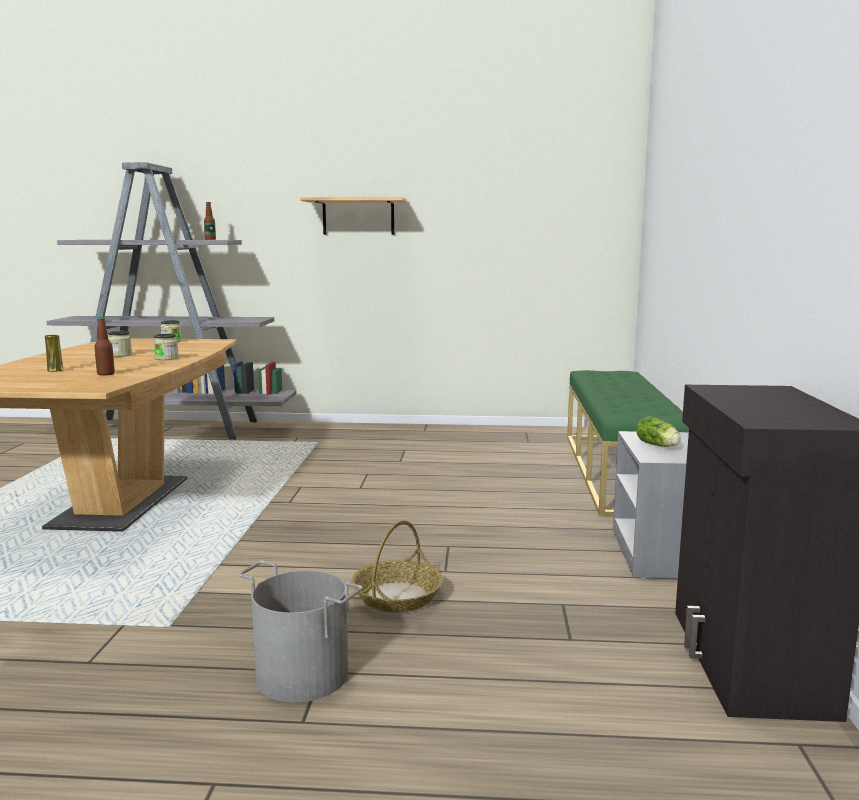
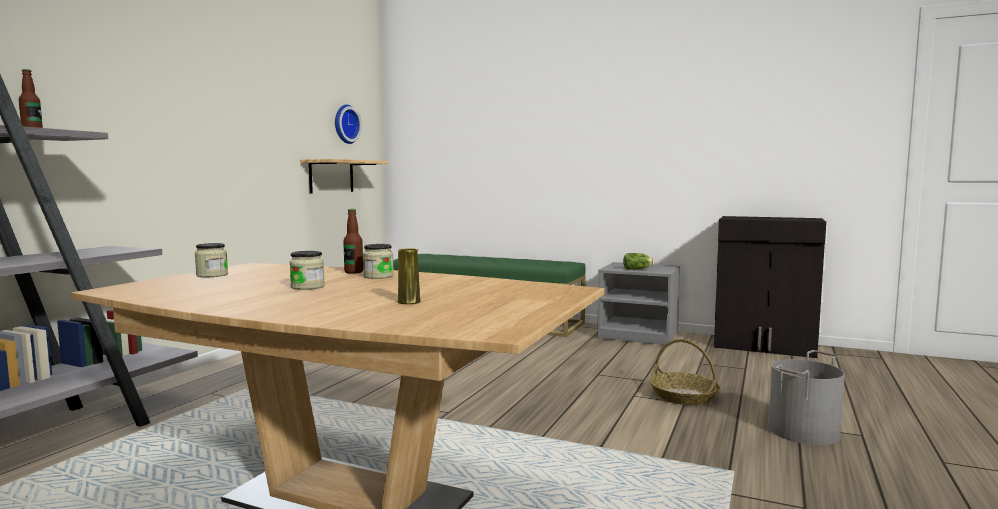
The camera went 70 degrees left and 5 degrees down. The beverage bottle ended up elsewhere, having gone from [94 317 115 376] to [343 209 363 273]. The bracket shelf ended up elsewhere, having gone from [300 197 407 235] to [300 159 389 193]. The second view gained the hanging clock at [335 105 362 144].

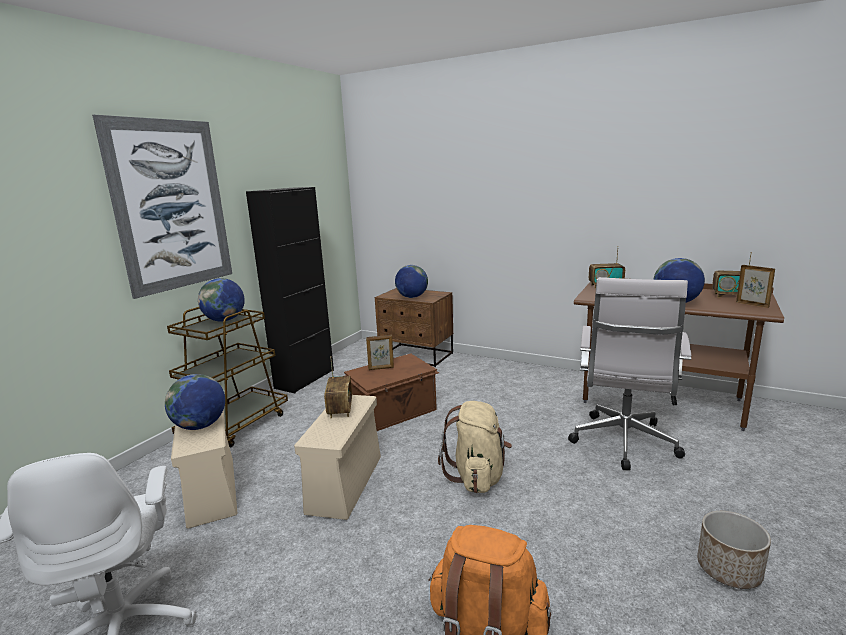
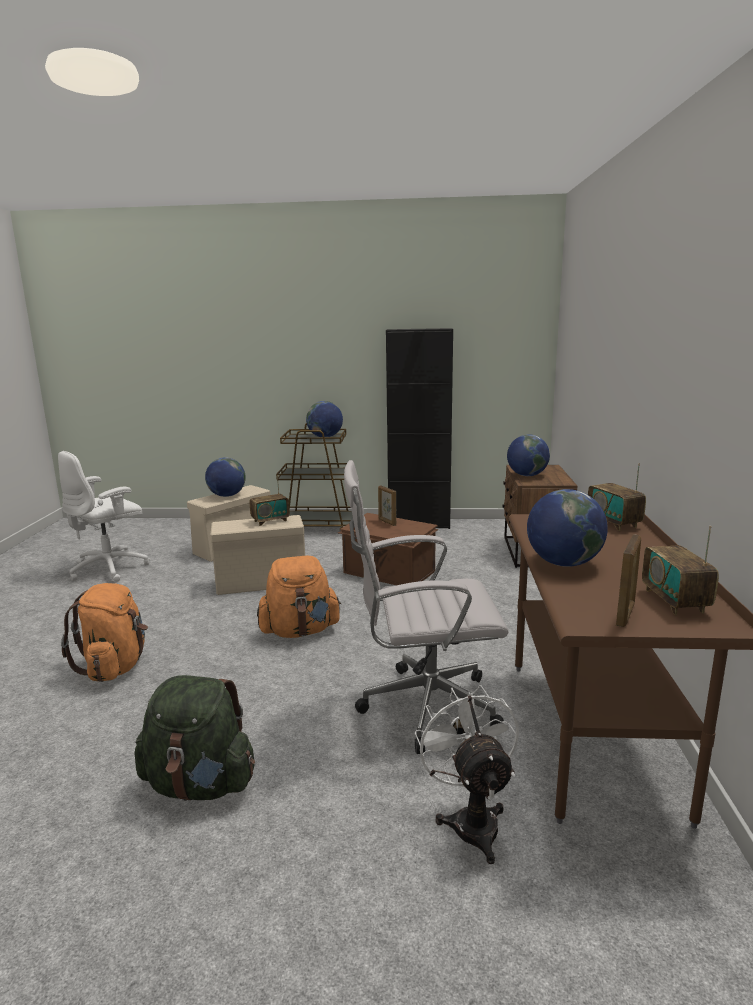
The camera went 65 degrees right and 0 degrees up. The second view lost the wall picture at [92 115 232 299]. What was the beige-coloured knapsack at [438 401 512 493] turned into the orange knapsack at [257 556 341 638]. Where the plant pot stood at [697 511 771 589], the green knapsack came to stand at [134 675 255 801]. The second view gained the whitish fan at [415 685 519 865].

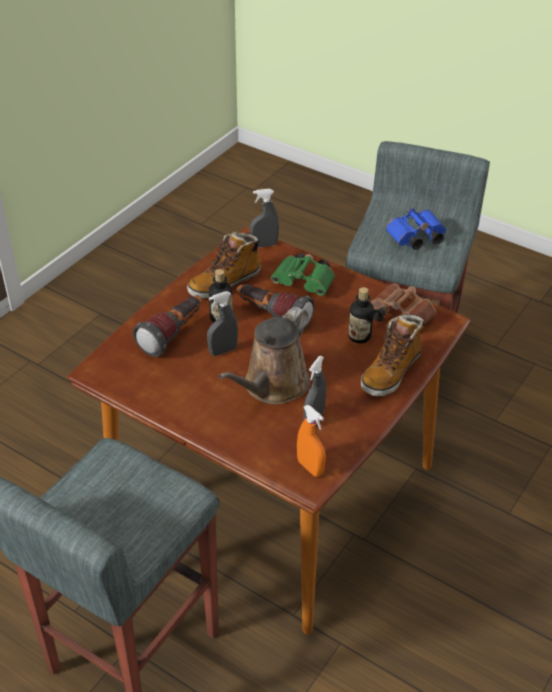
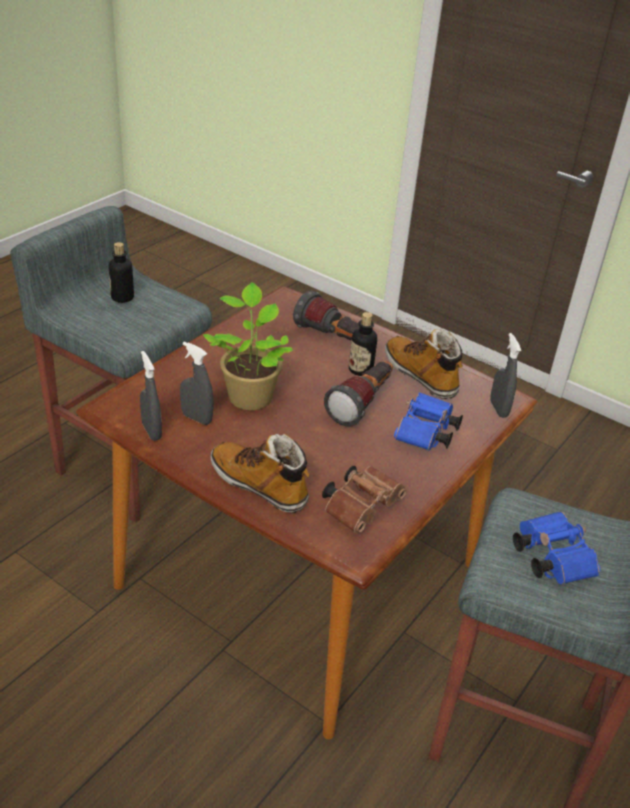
The camera went 90 degrees right and 5 degrees down. The grey hand sprayer ended up elsewhere, having gone from [207 291 238 356] to [140 351 162 441]. Where the brown-coloured watering can stood at [218 307 310 404], the houseplant came to stand at [203 282 293 410]. What was the green pair of binoculars at [271 254 335 296] turned into the blue-coloured pair of binoculars at [394 392 463 450]. The second view lost the orange hand sprayer at [297 405 326 477]. The beverage bottle ended up elsewhere, having gone from [348 287 374 343] to [108 242 134 303].

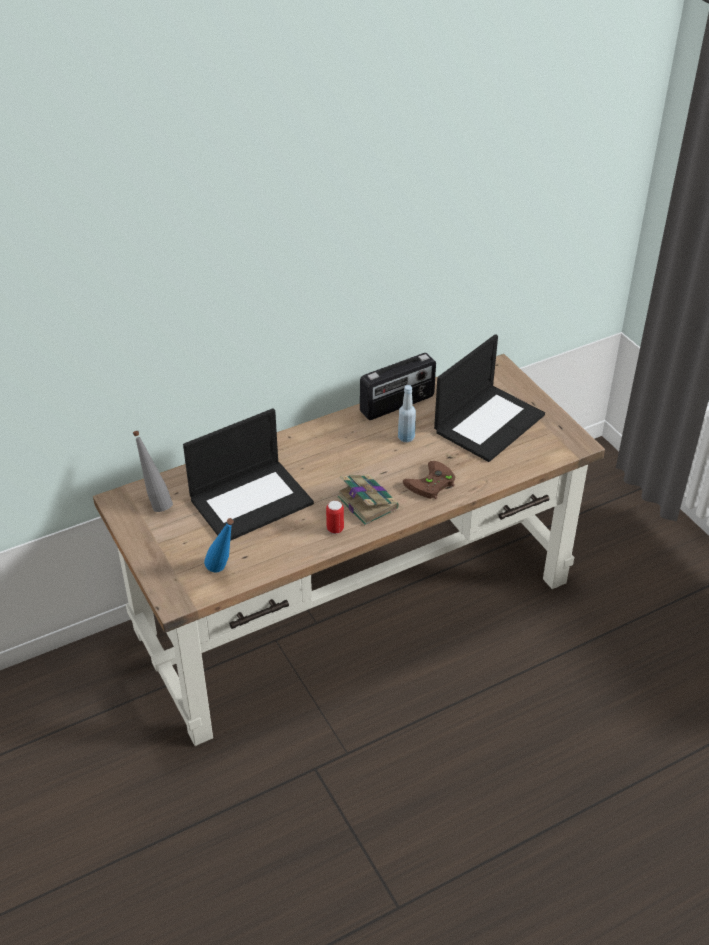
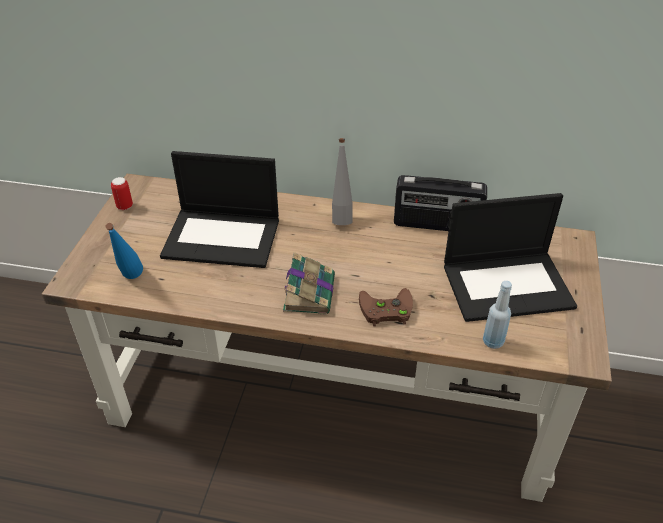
The camera went 40 degrees right and 0 degrees up. The grey beverage bottle ended up elsewhere, having gone from [133 431 173 512] to [332 138 353 225]. The sealed can ended up elsewhere, having gone from [326 501 344 534] to [111 177 133 210]. The blue-coloured beverage bottle ended up elsewhere, having gone from [398 385 416 443] to [483 281 512 349].

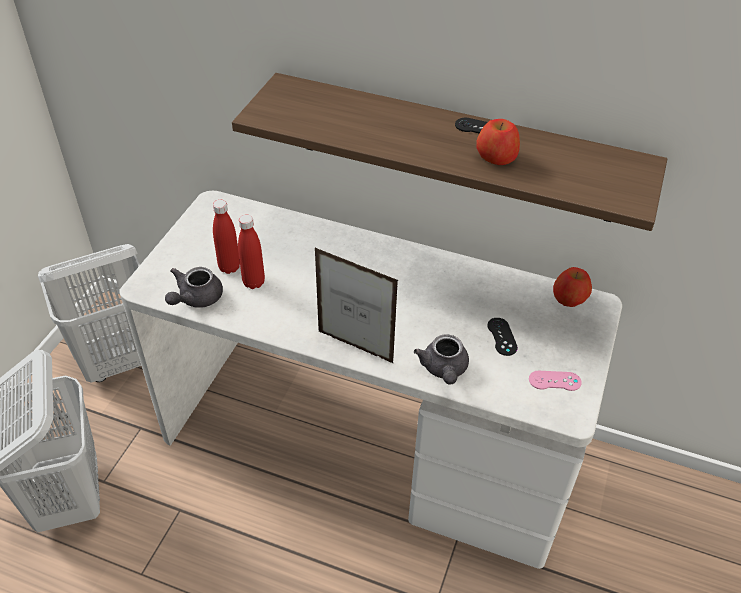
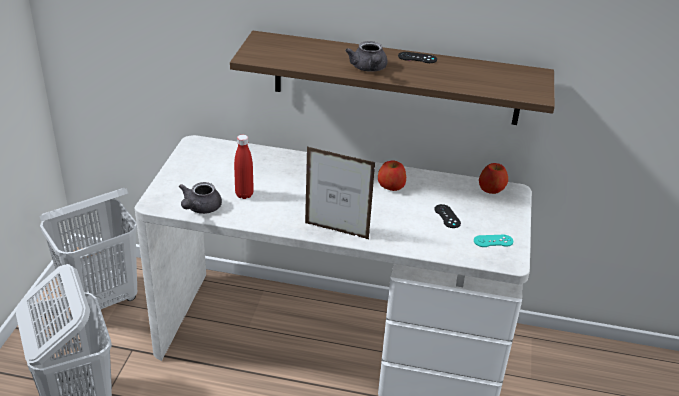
The camera went 10 degrees left and 10 degrees down. The second view lost the reddish beverage bottle at [213 200 240 274]. The grey teapot ended up elsewhere, having gone from [414 334 469 385] to [345 41 388 72]. The apple ended up elsewhere, having gone from [476 119 520 165] to [378 160 406 191]. What was the pinkish game controller at [529 371 582 391] turned into the turquoise game controller at [474 235 513 247].

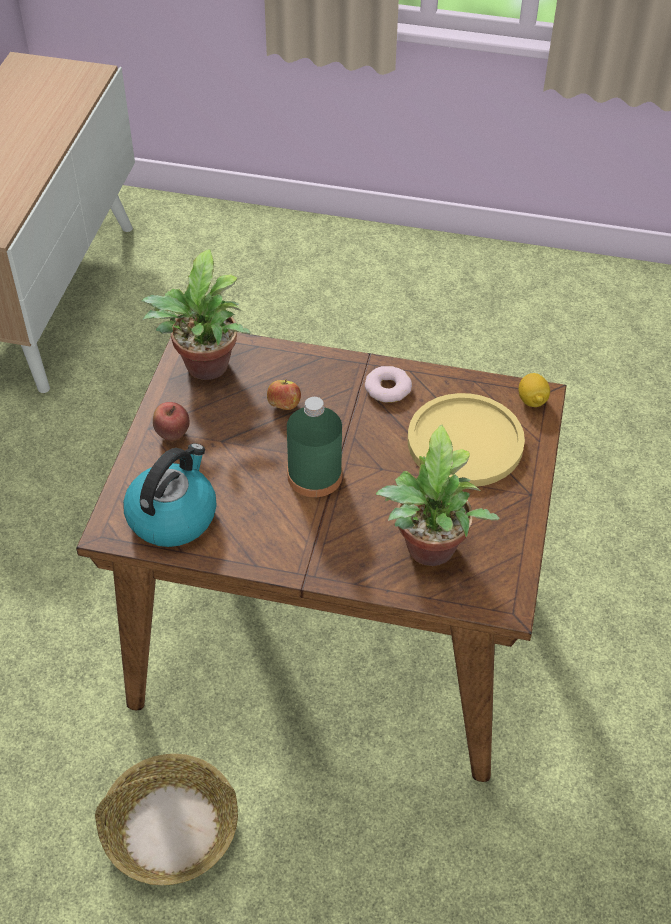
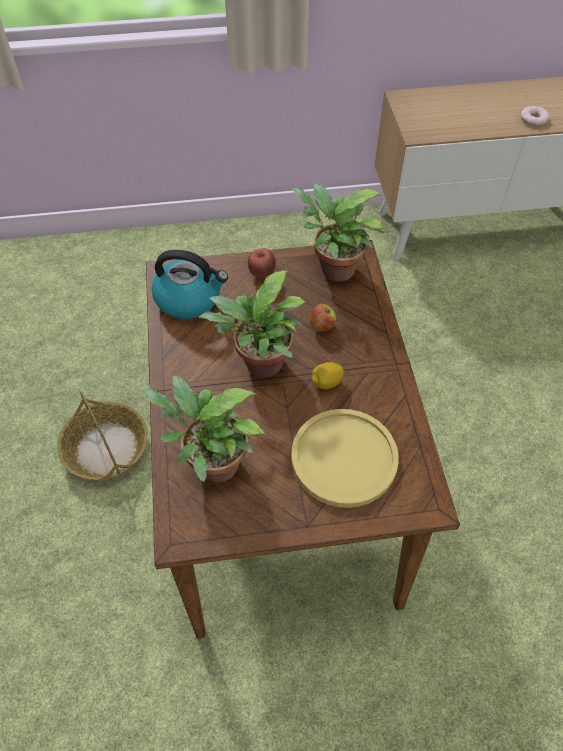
The camera went 70 degrees right and 5 degrees up. Where the green beverage bottle stood at [287 397 342 497], the houseplant came to stand at [198 270 305 377]. The donut ended up elsewhere, having gone from [365 366 412 403] to [521 106 550 126]. The citrus fruit ended up elsewhere, having gone from [519 373 550 407] to [312 362 344 389].

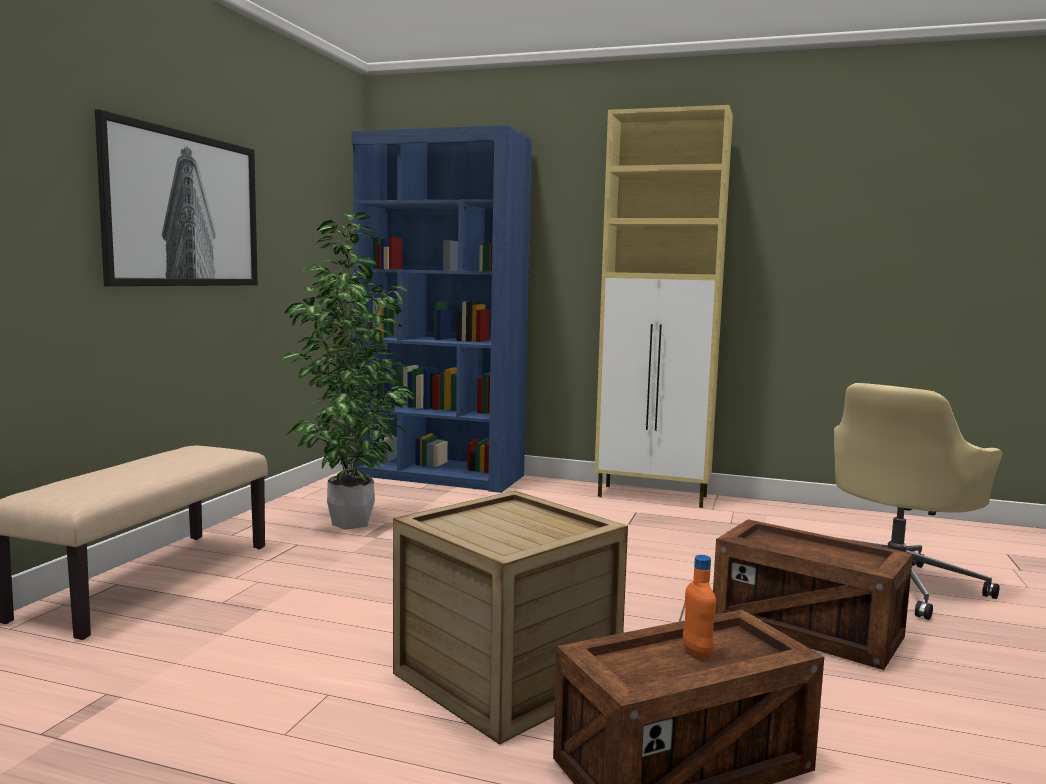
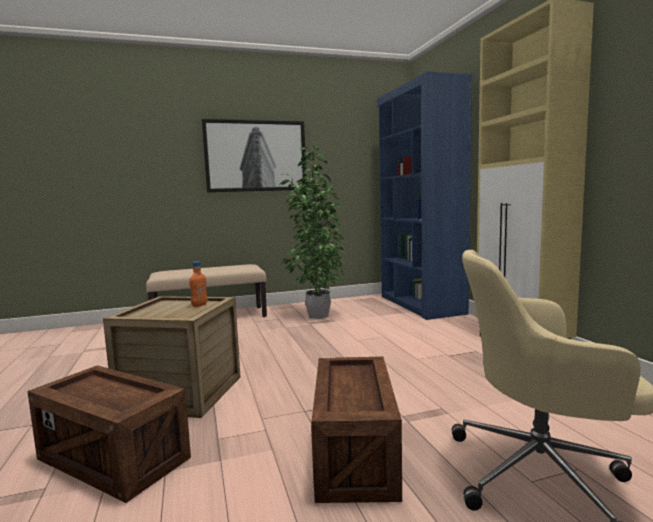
The camera went 55 degrees right and 0 degrees up. The orange beverage bottle ended up elsewhere, having gone from [683 555 716 659] to [189 261 208 307].

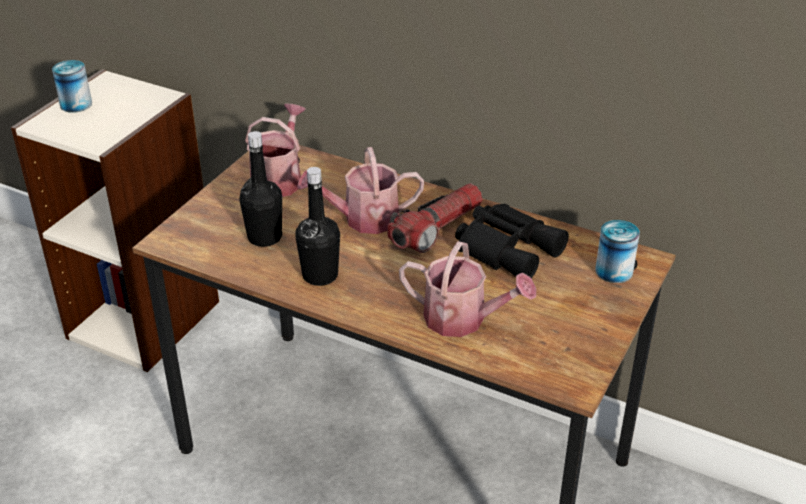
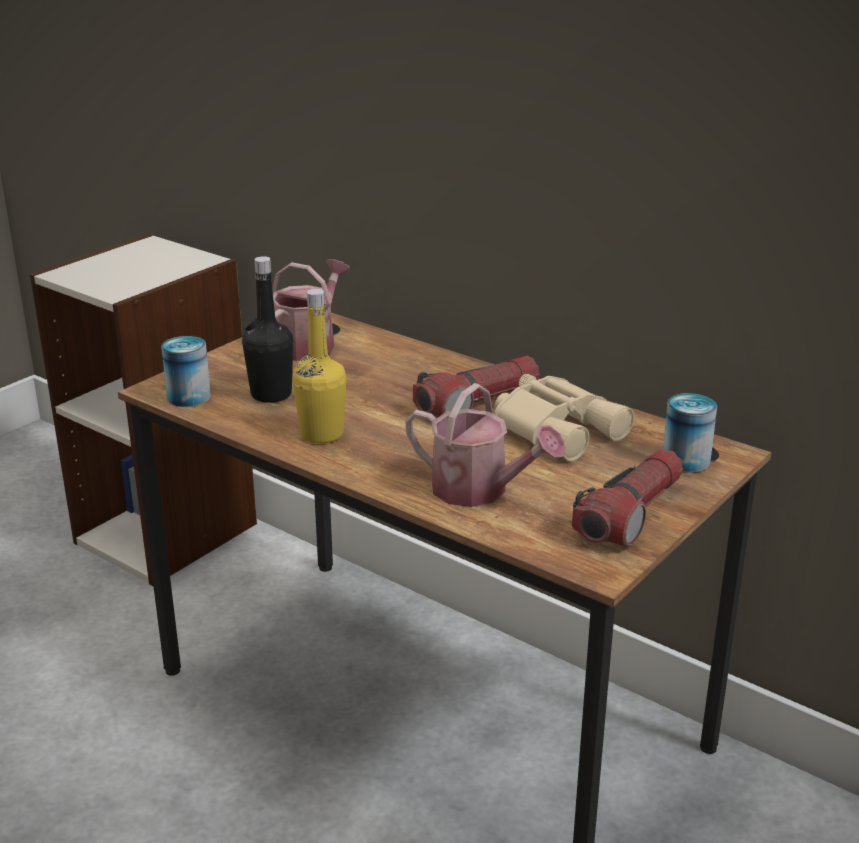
The camera went 10 degrees right and 10 degrees down. The sealed can ended up elsewhere, having gone from [52 60 92 113] to [161 336 211 407]. What was the black beverage bottle at [295 167 340 286] turned into the yellow beverage bottle at [292 289 346 443]. The second view lost the watering can at [297 147 424 234]. What was the black pair of binoculars at [455 204 569 278] turned into the beige-coloured pair of binoculars at [494 374 634 461]. The second view gained the hand torch at [572 449 683 547].

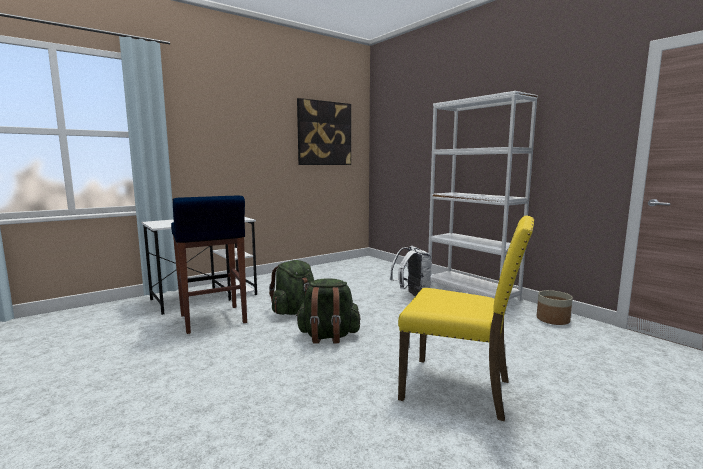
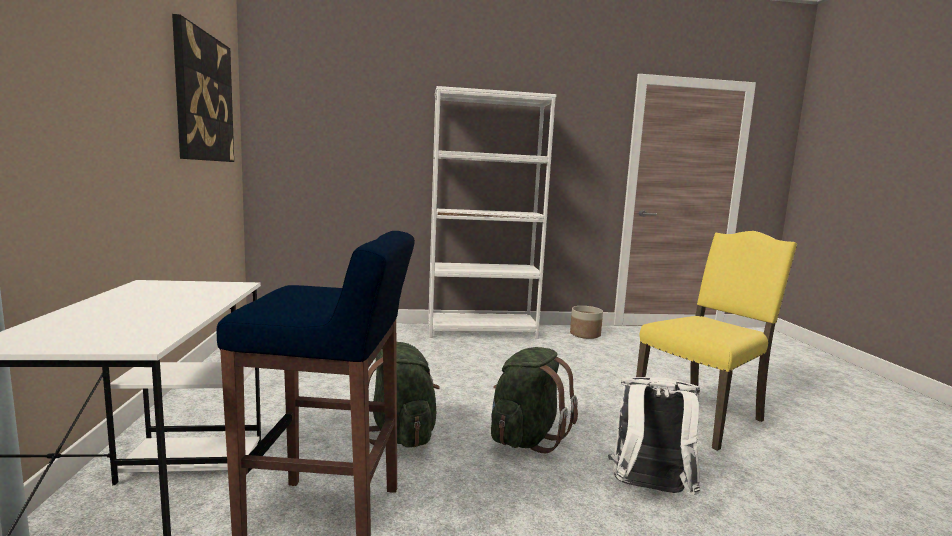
The camera went 60 degrees left and 0 degrees up. The whitish knapsack ended up elsewhere, having gone from [390 246 432 296] to [608 377 701 495].

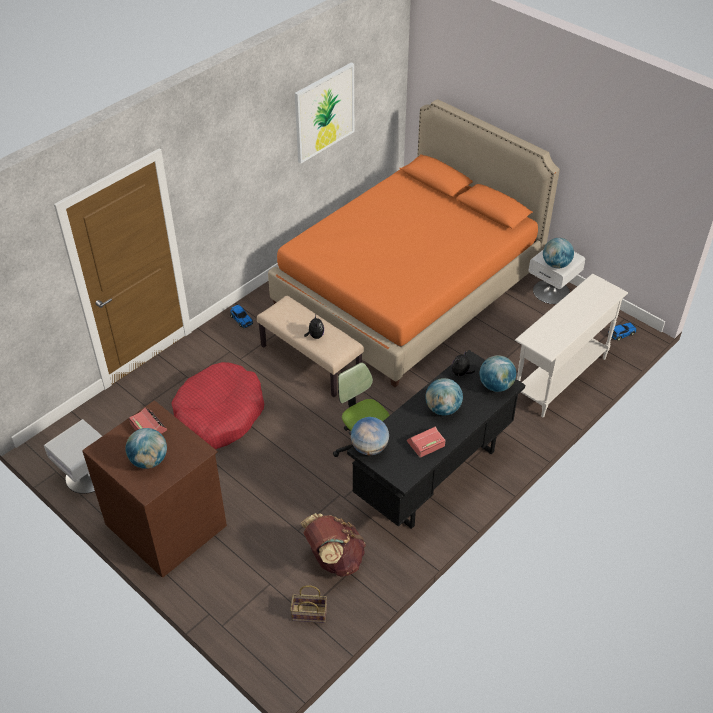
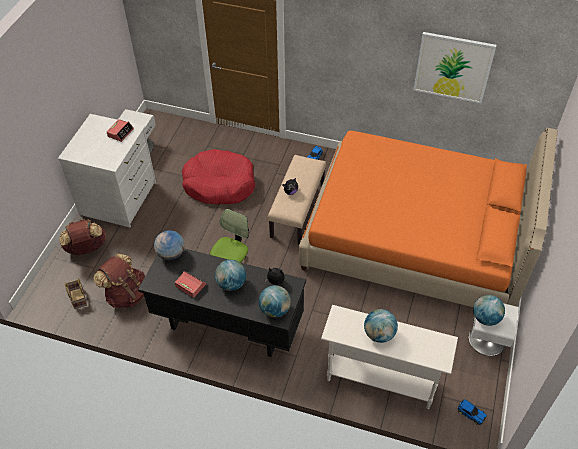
The camera went 65 degrees right and 5 degrees up. What was the brown-coloured dresser at [82 400 227 578] turned into the whitish dresser at [58 114 156 227]. The desk globe ended up elsewhere, having gone from [125 428 167 469] to [364 309 398 343]. The second view gained the brown-coloured knapsack at [59 219 106 255].

